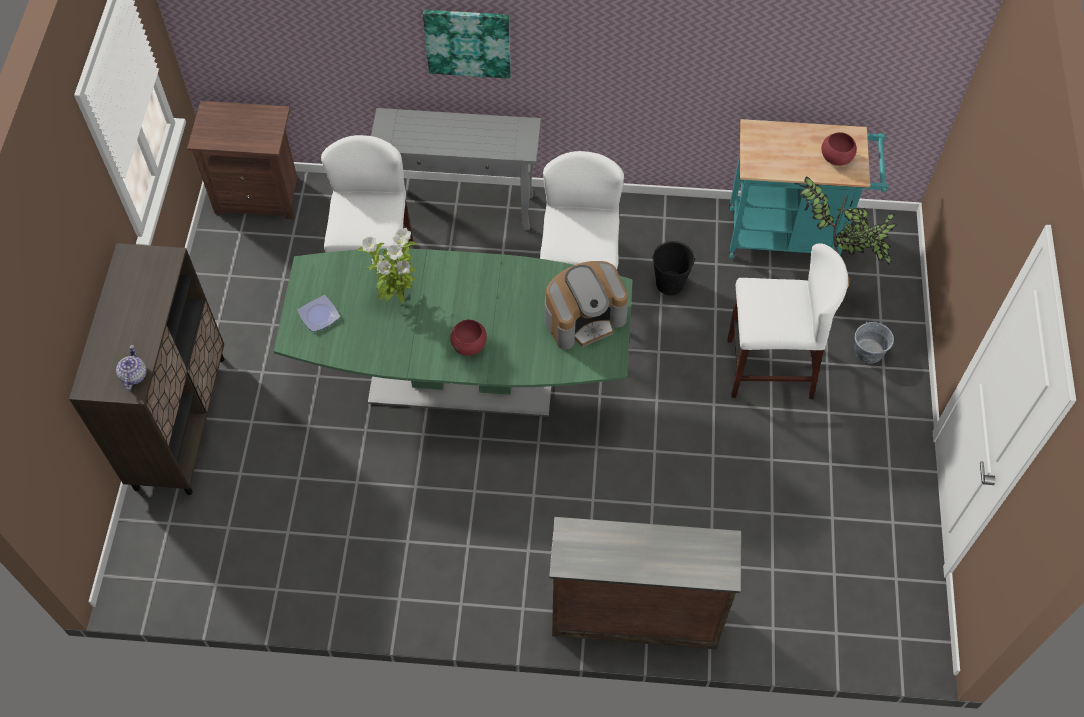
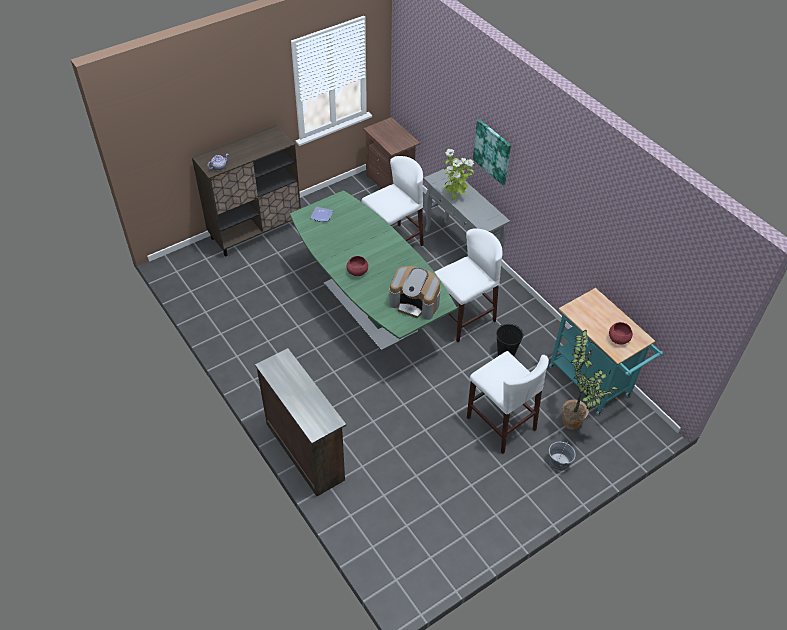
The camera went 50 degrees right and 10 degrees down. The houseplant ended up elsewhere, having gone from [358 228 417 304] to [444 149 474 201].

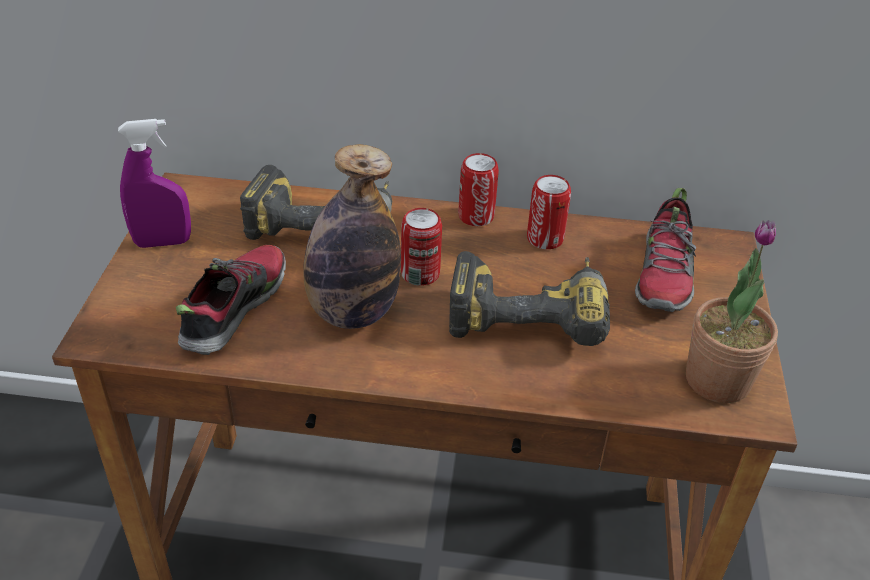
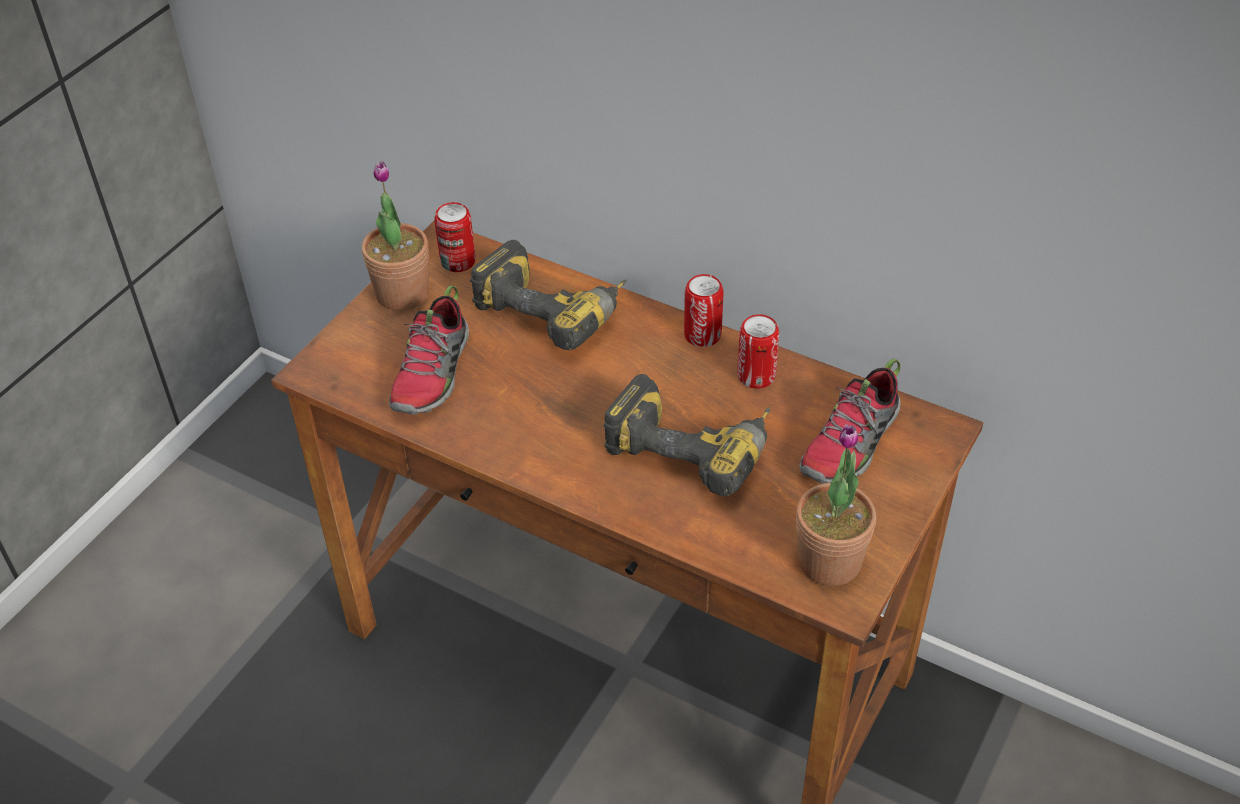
The camera went 25 degrees right and 5 degrees up. Where the purple hand sprayer stood at [118 119 191 248], the houseplant came to stand at [362 161 429 311]. The item of footwear at [176 245 286 355] ended up facing another way, 150 degrees clockwise from before. The second view lost the beverage bottle at [303 144 401 329]. The sealed can ended up elsewhere, having gone from [401 208 442 286] to [434 202 475 272].

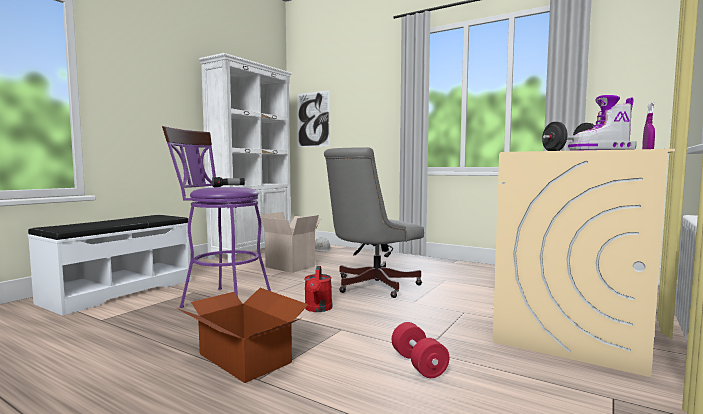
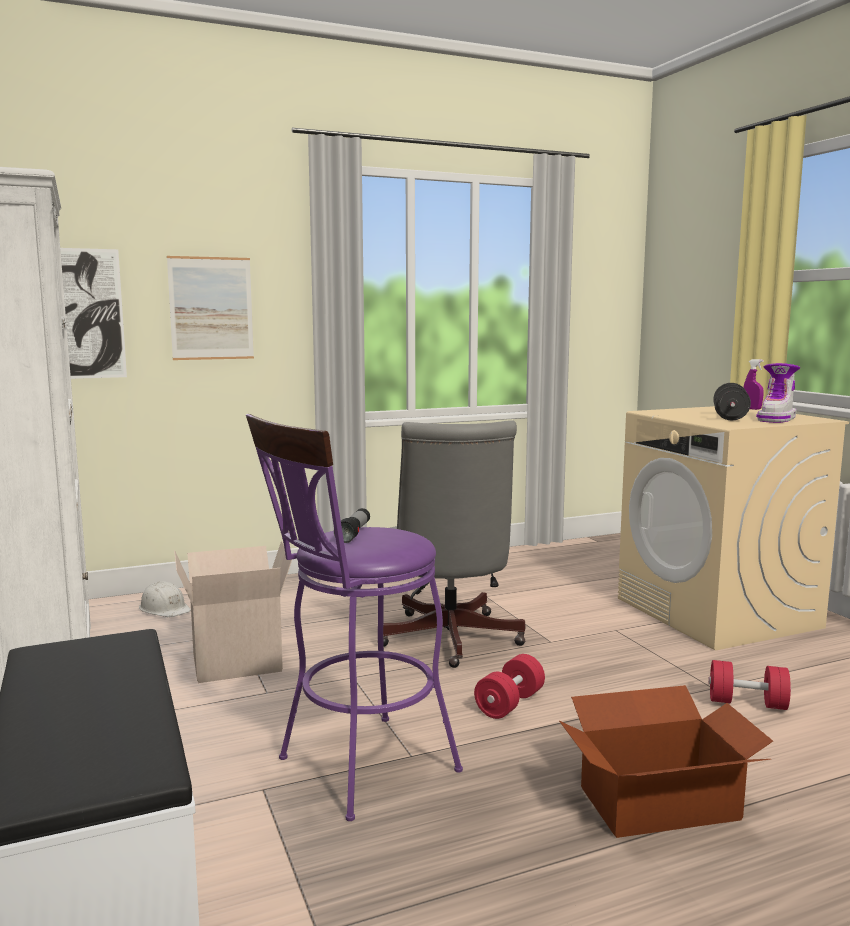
The camera went 55 degrees left and 5 degrees up. Where the reddish watering can stood at [304 266 332 312], the reddish hand weight came to stand at [474 654 545 719]. The second view gained the wall picture at [167 256 254 360].

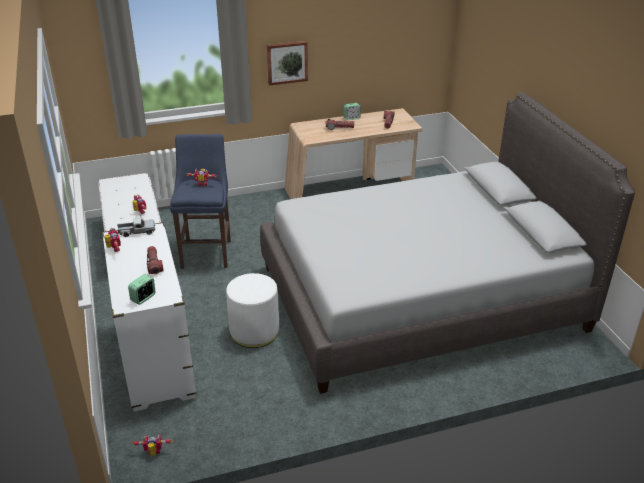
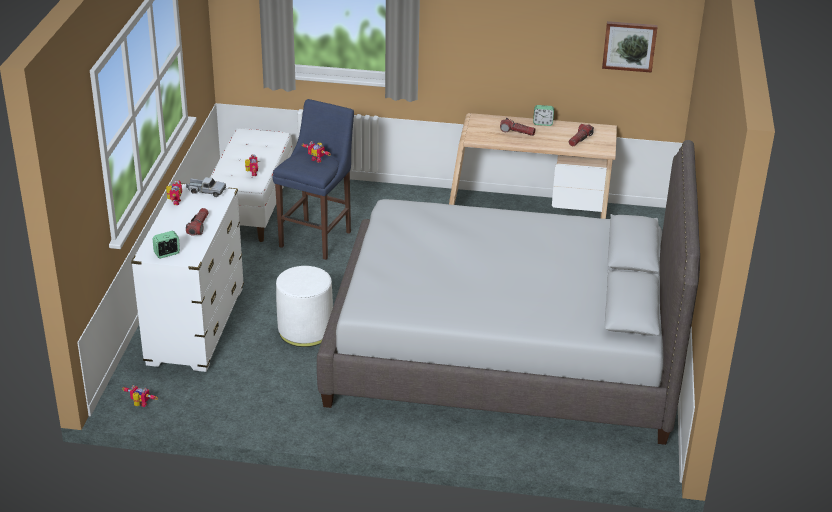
The camera went 25 degrees right and 0 degrees up. The wall picture ended up elsewhere, having gone from [267 41 308 86] to [602 21 658 73].

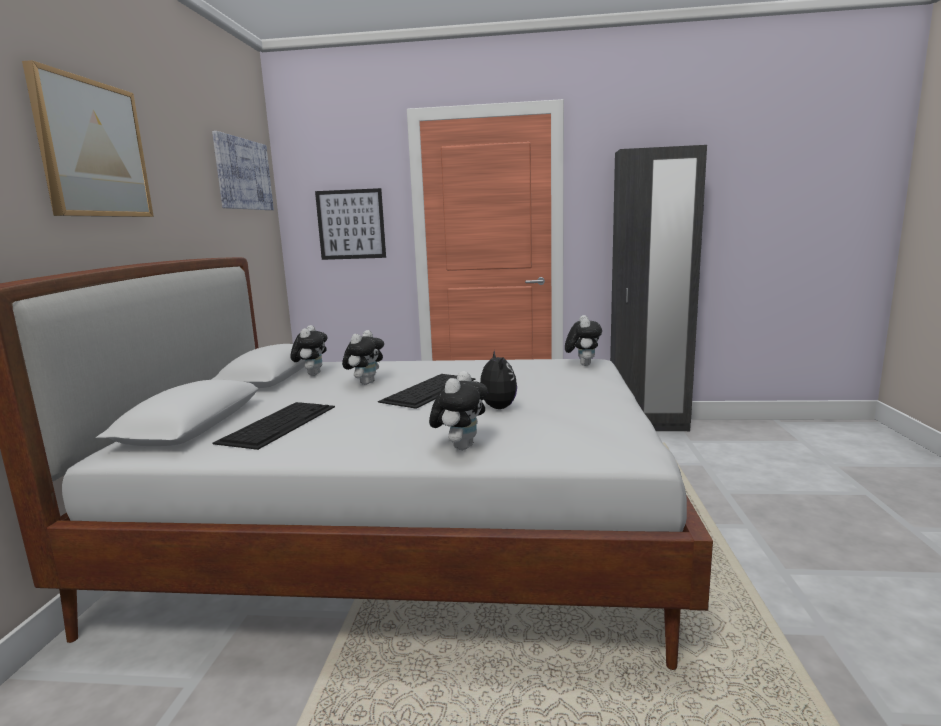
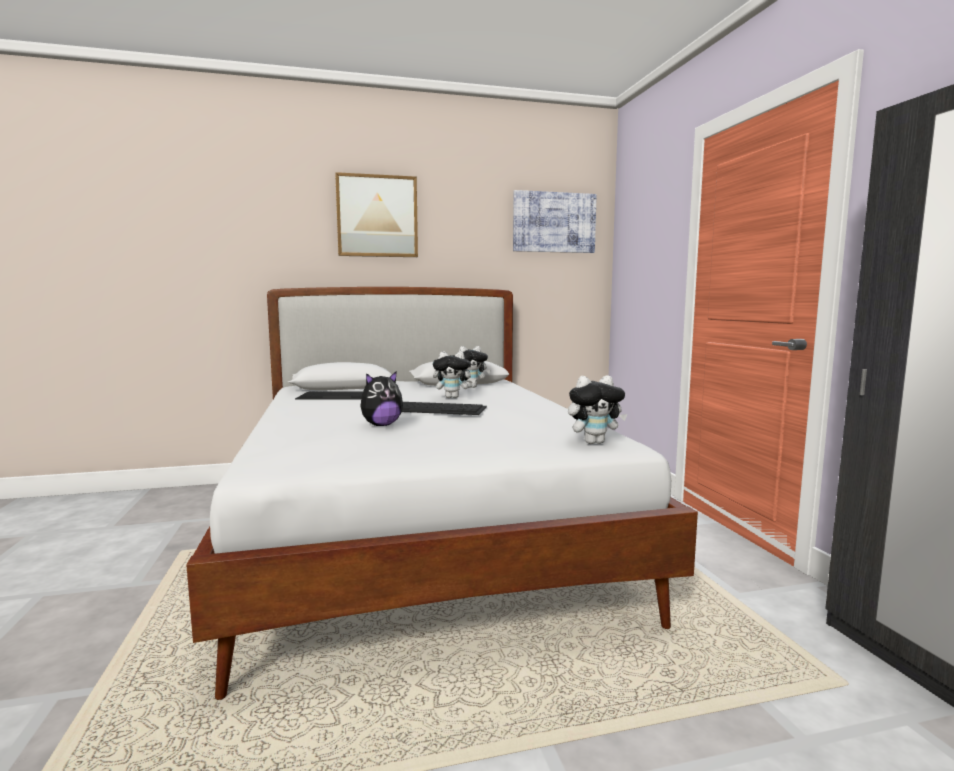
The camera went 70 degrees right and 5 degrees down. The second view lost the wall picture at [315 188 386 260]. The second view lost the soft toy at [429 371 488 450].

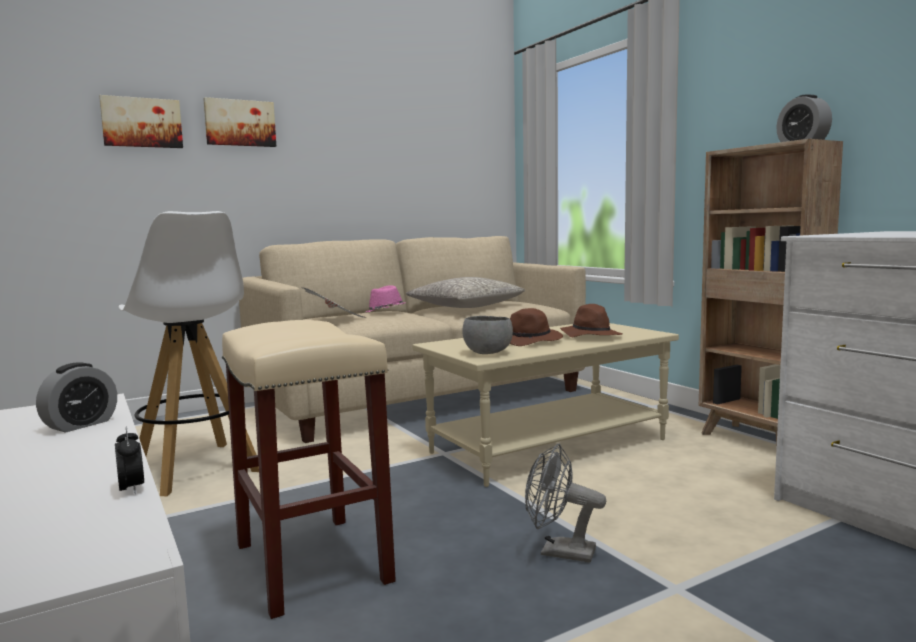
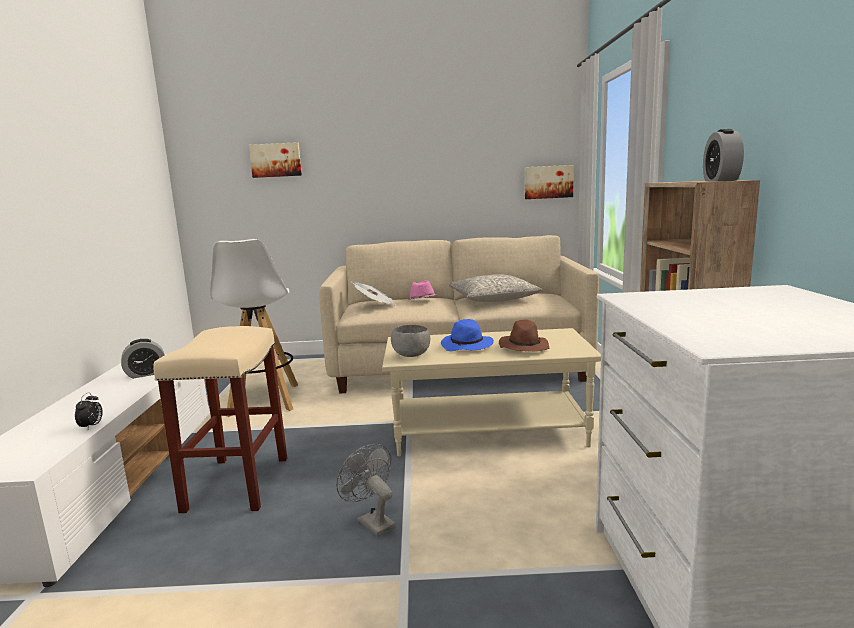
The camera went 30 degrees right and 5 degrees up. The wall picture ended up elsewhere, having gone from [203 97 276 147] to [525 165 574 199]. What was the brown-coloured wearable hat at [510 308 563 346] turned into the blue-coloured wearable hat at [441 319 494 351].

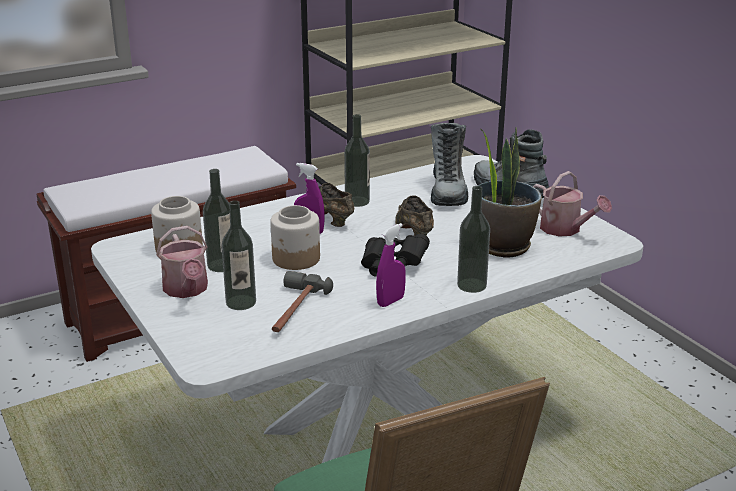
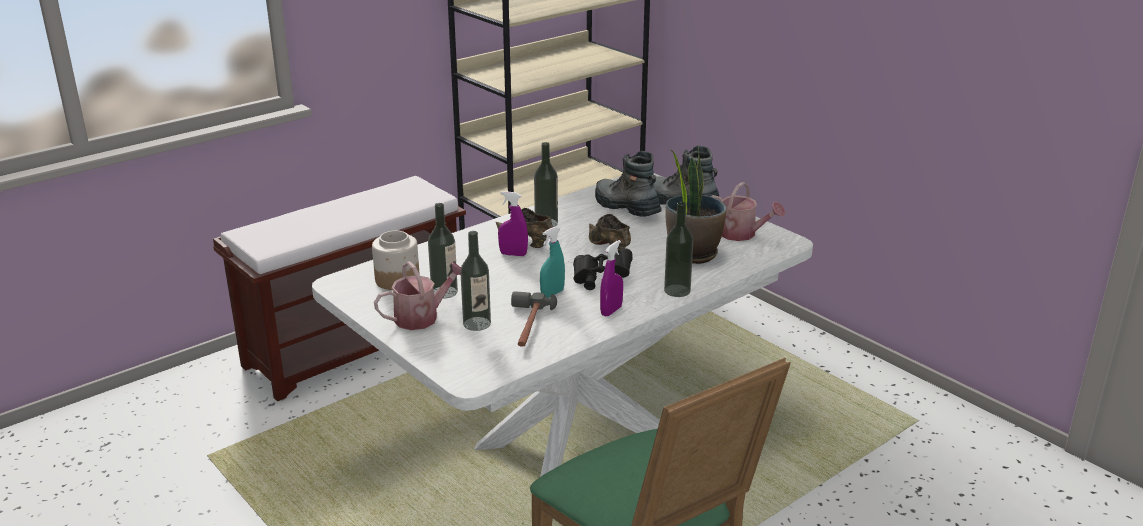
The camera went 10 degrees left and 0 degrees up. The watering can at [156 226 208 298] ended up facing another way, 90 degrees counterclockwise from before. The second view lost the jar at [270 205 320 270]. The boot at [431 123 468 206] ended up facing another way, 150 degrees clockwise from before. The second view gained the turquoise hand sprayer at [540 227 565 298].

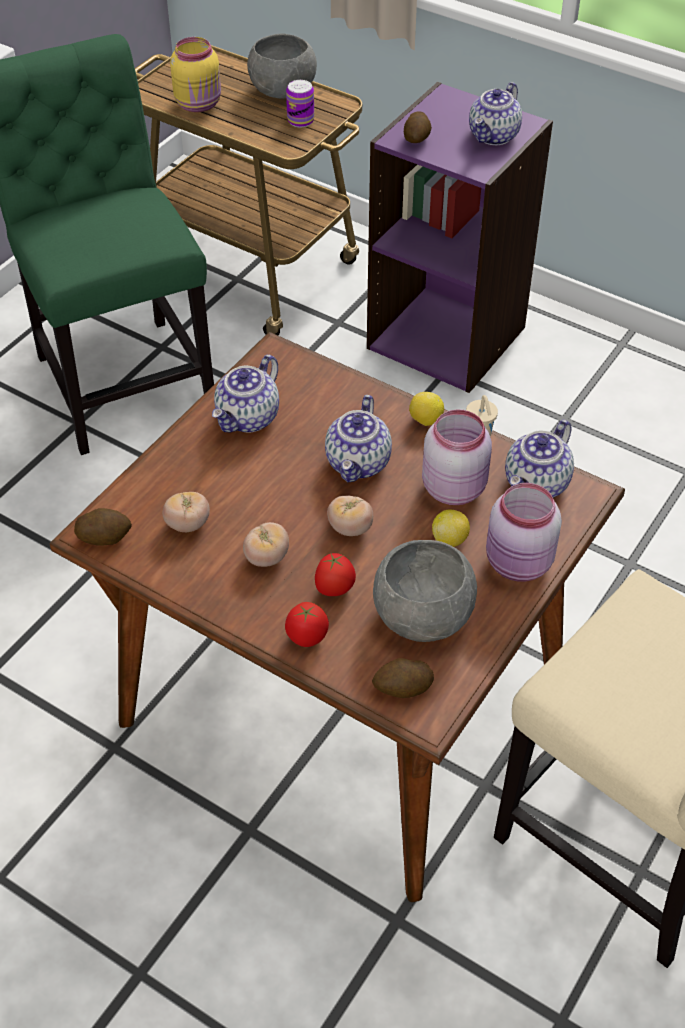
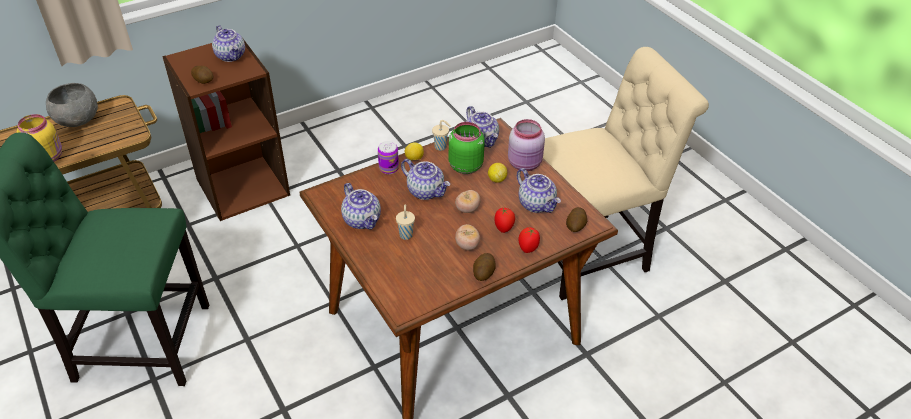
The camera went 65 degrees left and 5 degrees down. The whole potato ended up elsewhere, having gone from [74 508 132 546] to [473 253 496 281]. The second view lost the tomato at [163 492 210 532]. The sealed can ended up elsewhere, having gone from [286 80 314 127] to [378 141 399 174]. What was the purple shelving unit at [367 82 553 393] turned into the brown-coloured shelving unit at [162 39 290 221]. Where the grey deep dish stood at [373 540 477 642], the teapot came to stand at [517 168 561 213]. What was the pinkish jar at [422 409 492 505] turned into the green jar at [449 122 485 174]. The second view gained the beige-coloured small cup at [396 204 415 240].

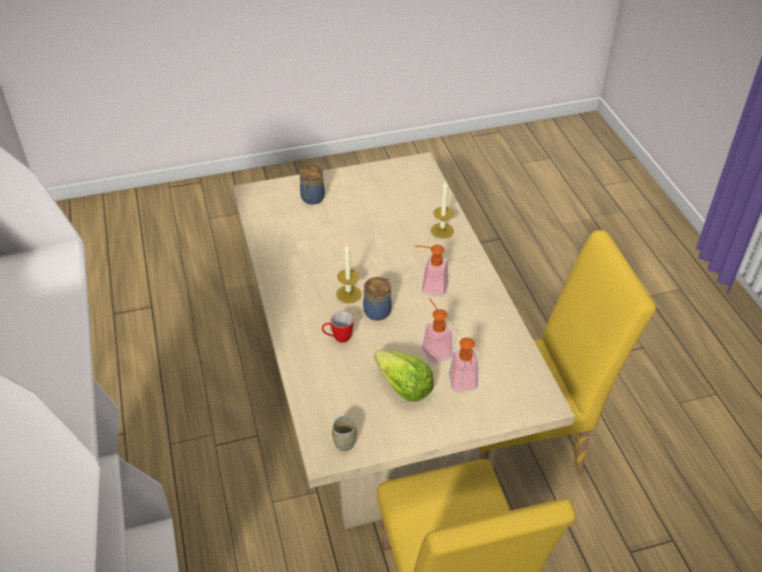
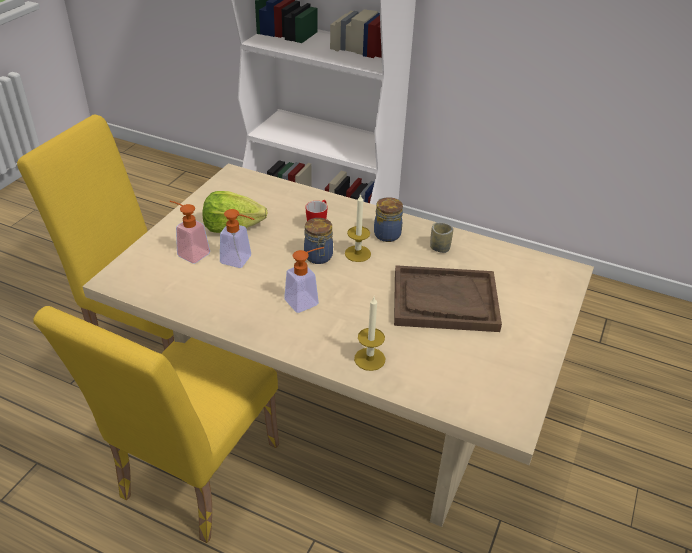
The camera went 130 degrees right and 5 degrees down. The jar ended up elsewhere, having gone from [300 165 325 204] to [374 197 403 242]. The small cup ended up elsewhere, having gone from [332 416 357 451] to [430 222 453 253]. The second view gained the brown-coloured tray at [394 265 502 332].

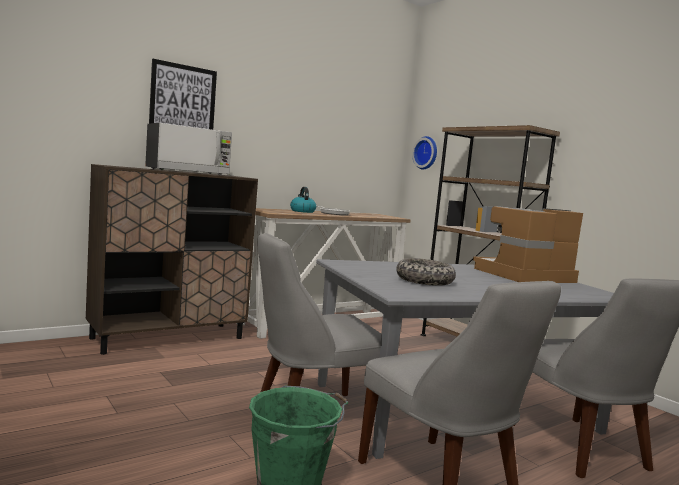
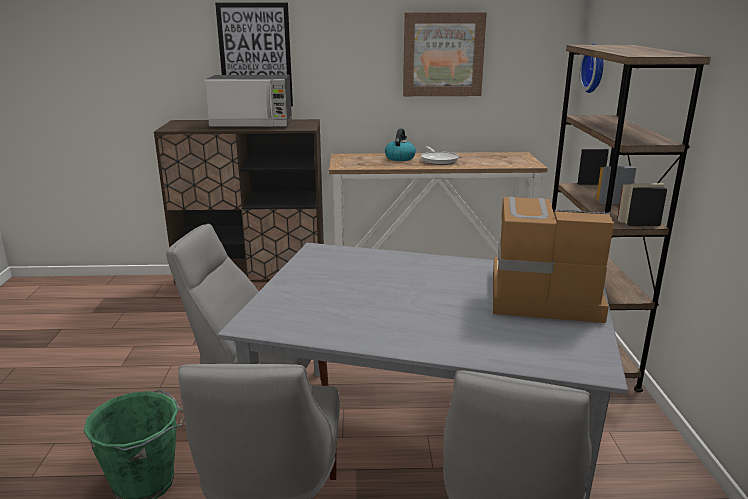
The camera went 35 degrees right and 15 degrees up. The second view lost the deep dish at [396 258 456 286]. The second view gained the wall picture at [403 12 487 96].

